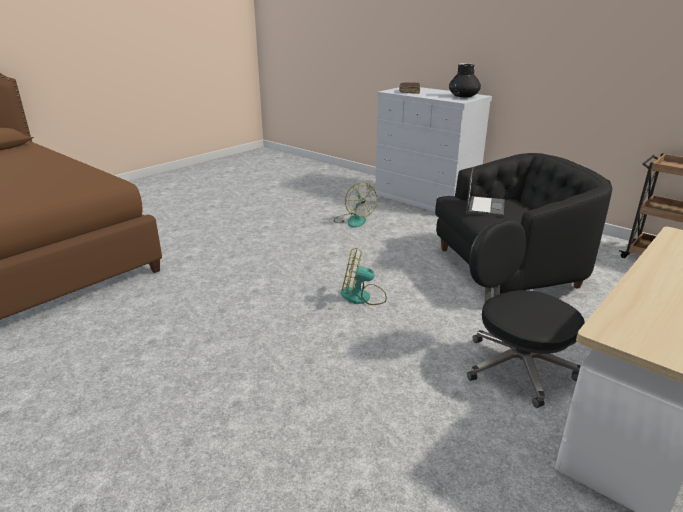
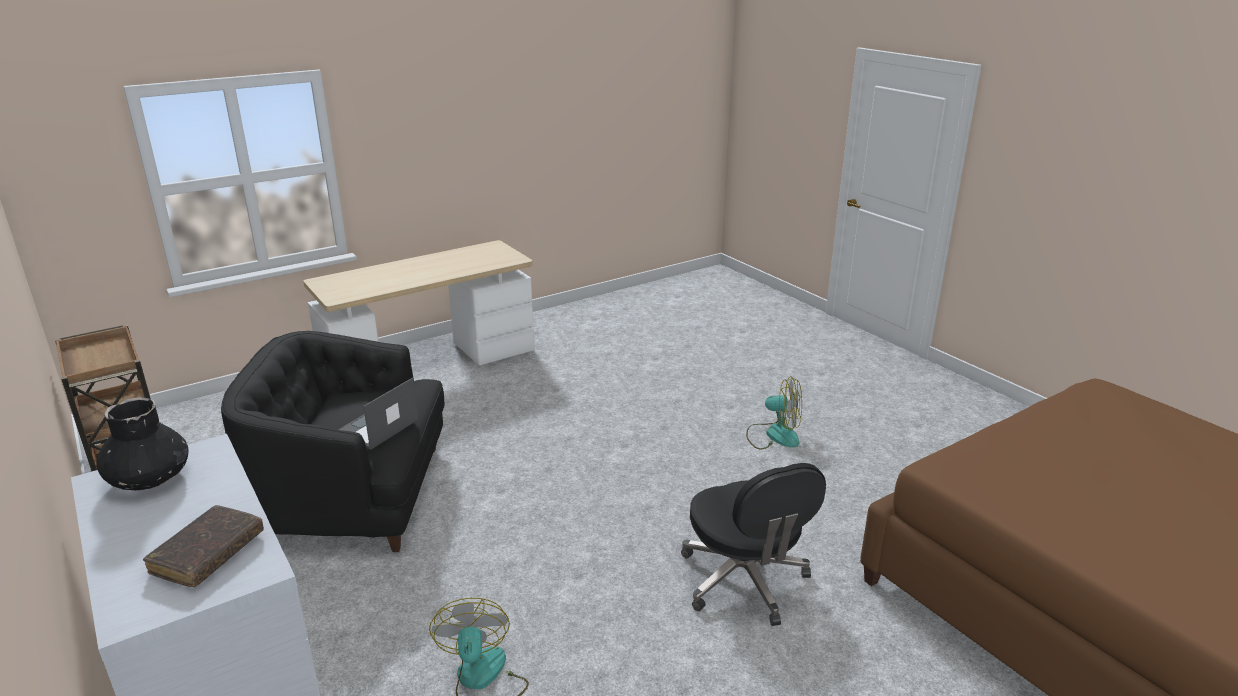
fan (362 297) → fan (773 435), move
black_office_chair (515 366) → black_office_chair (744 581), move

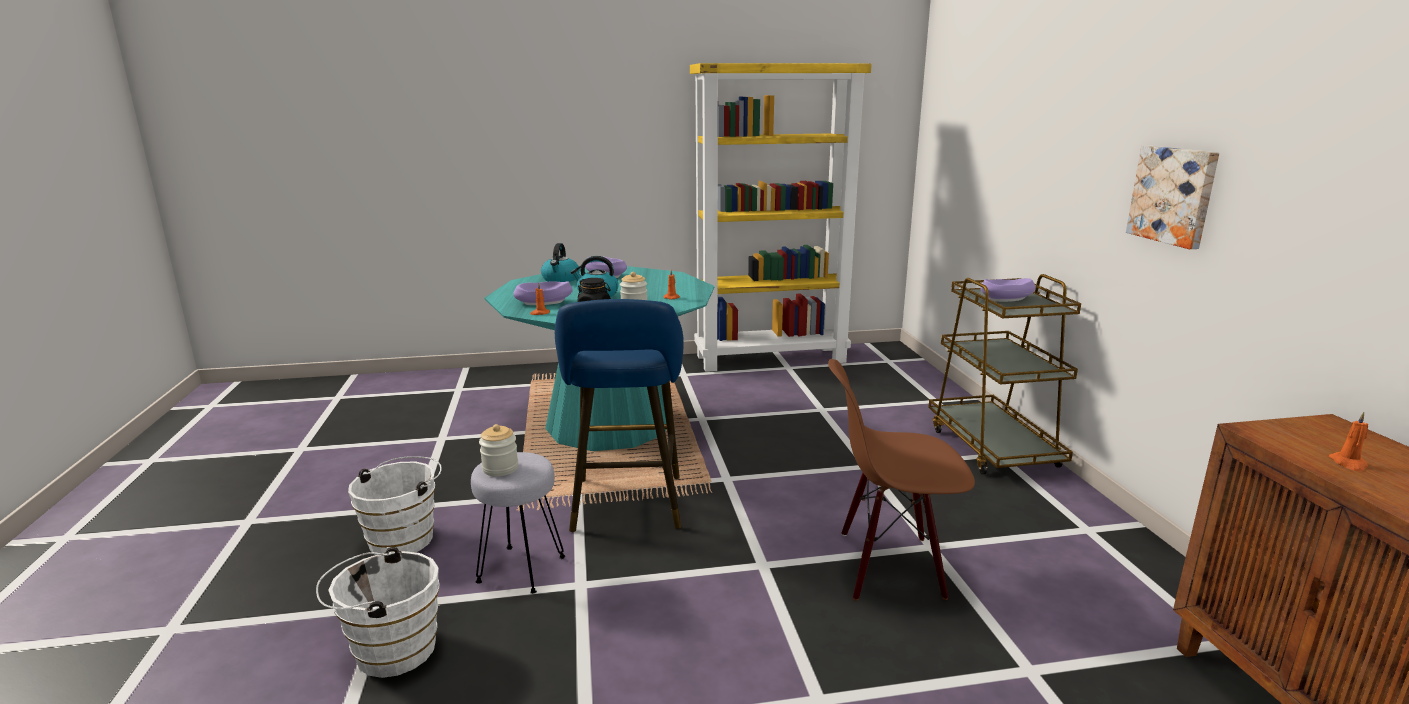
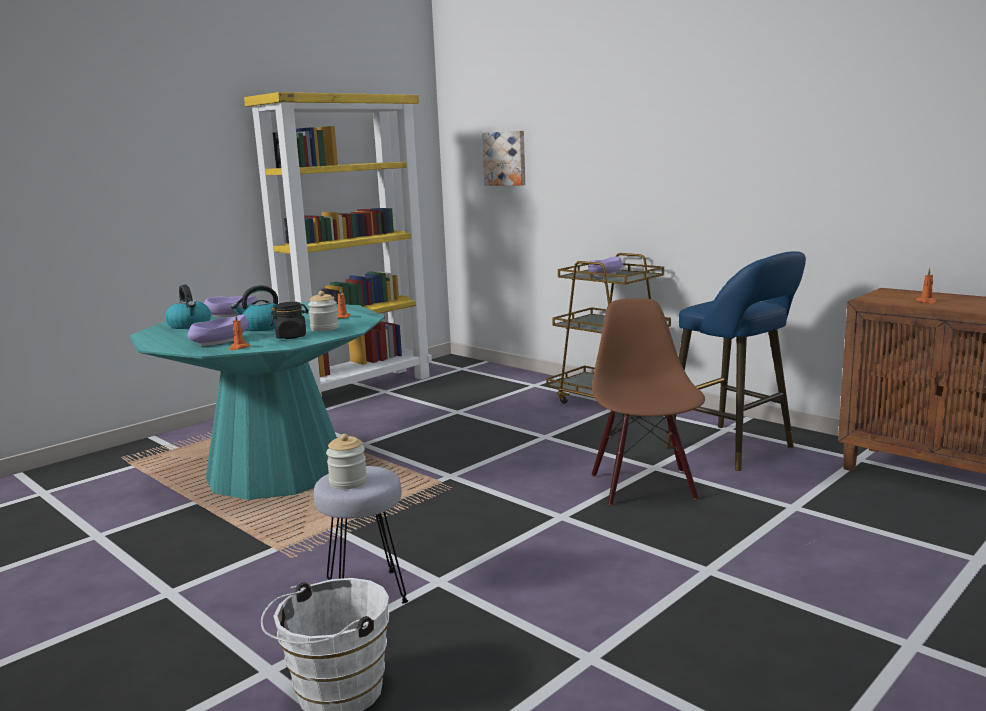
white_bucket (406 538) → -
blue_stool (627 507) → blue_stool (735 449), move
picture (1174 195) → picture (505 158), move
brown_chair (889 566) → brown_chair (644 486), 120 degrees clockwise

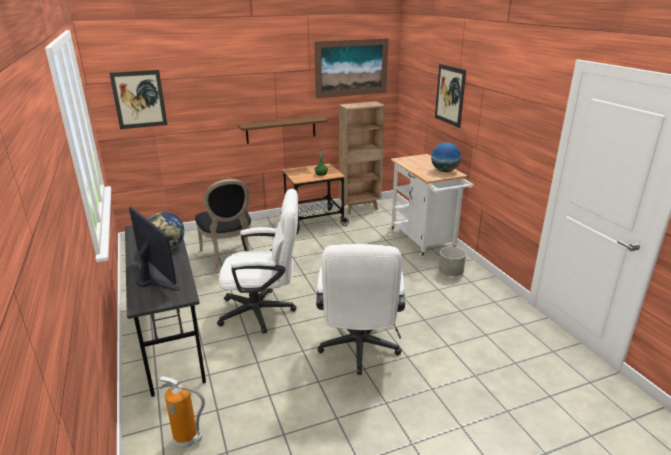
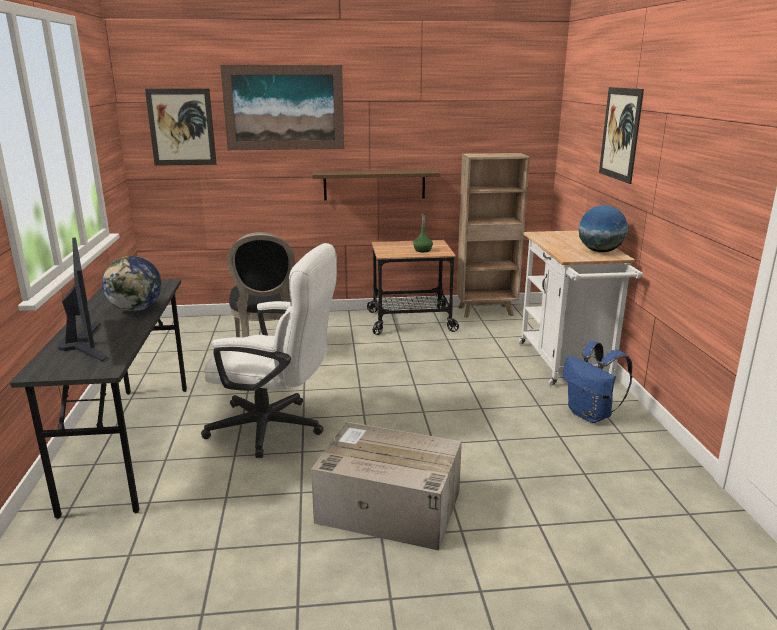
fire_extinguisher (187 440) → -
picture (351 68) → picture (284 108), move
white_office_chair (359 350) → cardboard_box (387 507)
grey_planter (450 273) → blue_backpack (591 415)

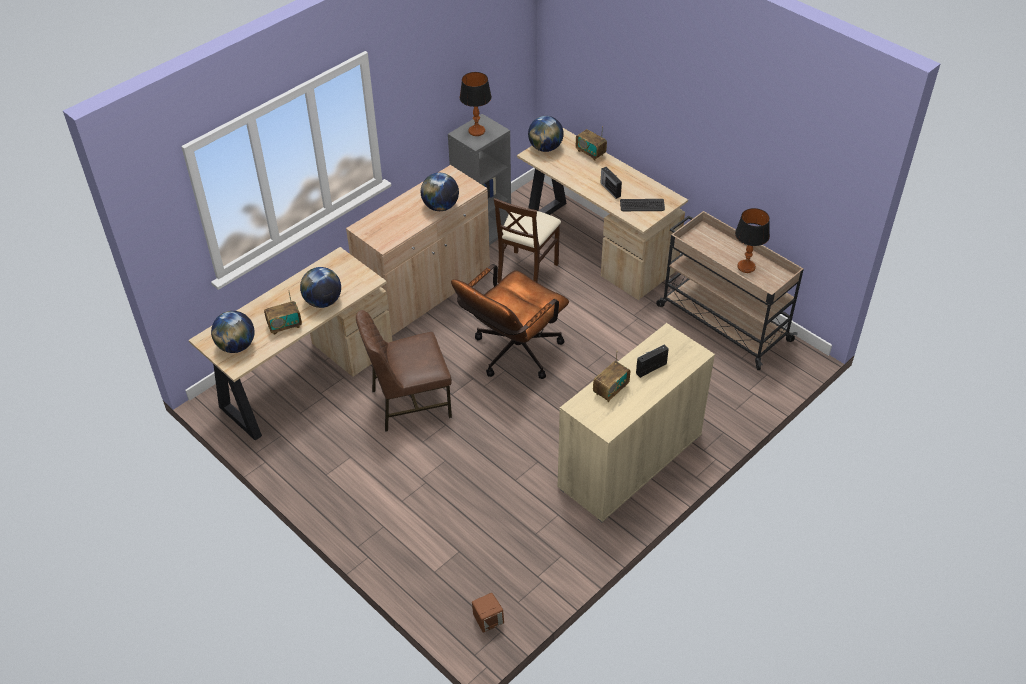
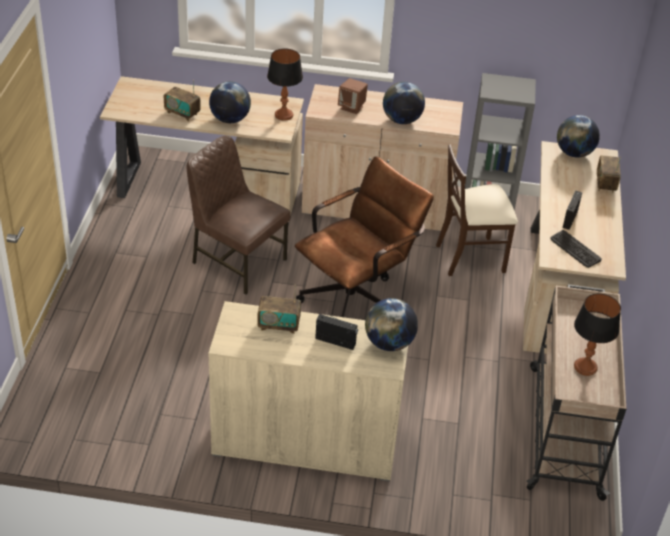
globe (236 346) → globe (389 343), move
table_lamp (477 131) → table_lamp (283 115), move
brown_speaker (488 621) → brown_speaker (352 107), move
brown_office_chair (512 355) → brown_office_chair (357 297), 135 degrees clockwise

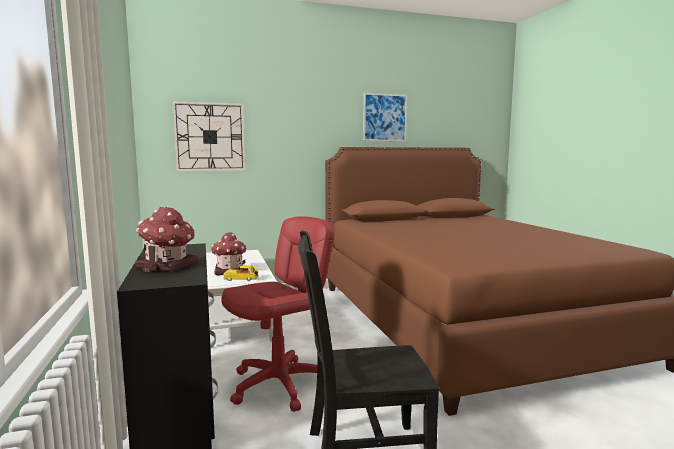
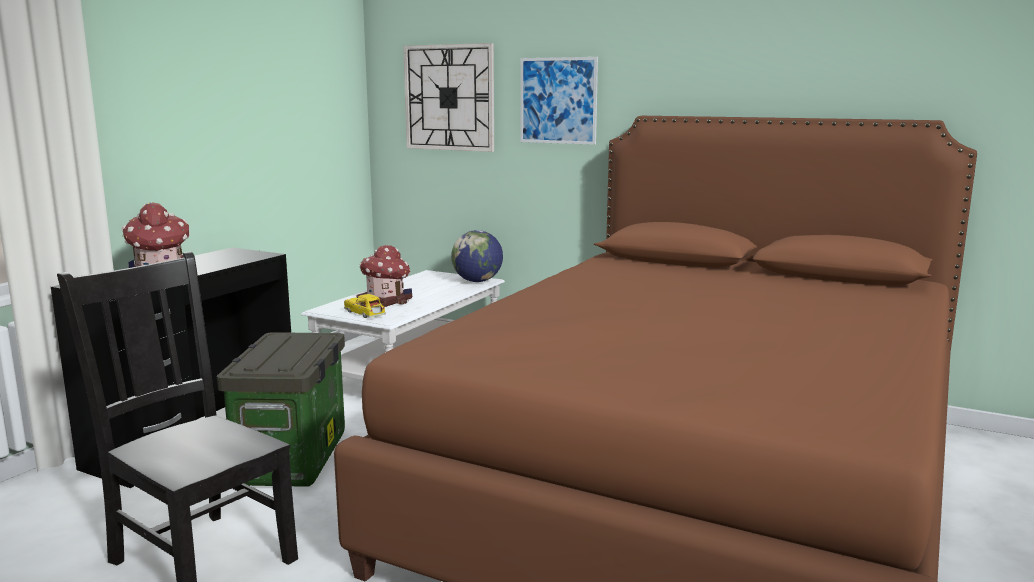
- → globe (477 281)
picture (385 117) → picture (558 100), move
red_office_chair (279 385) → storage_box (293 460)

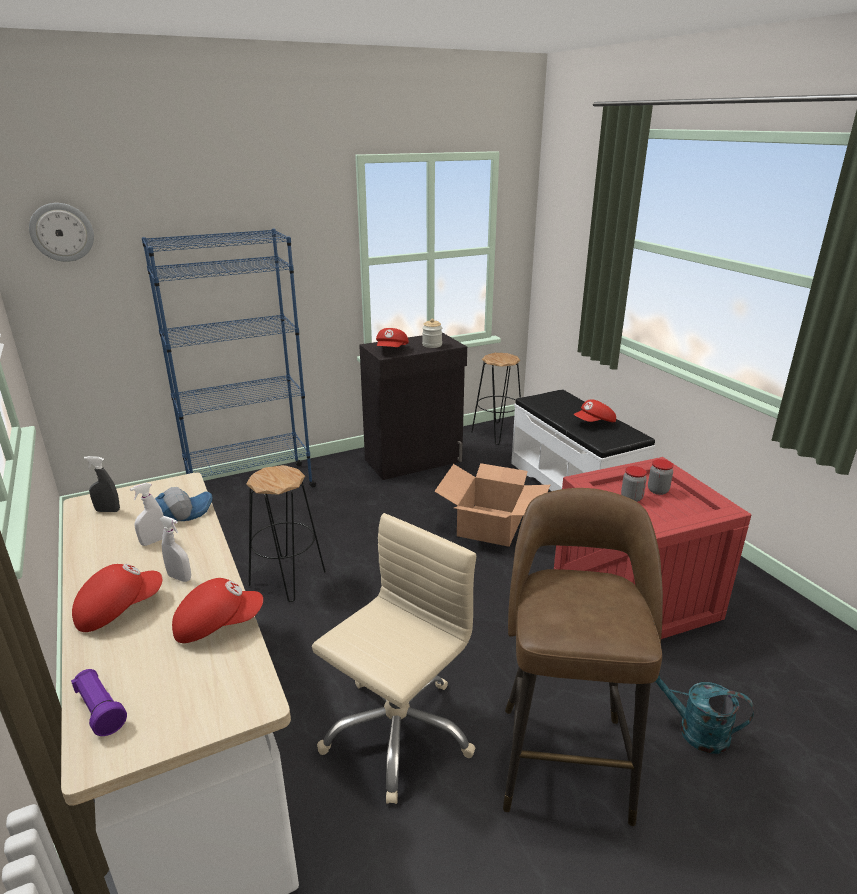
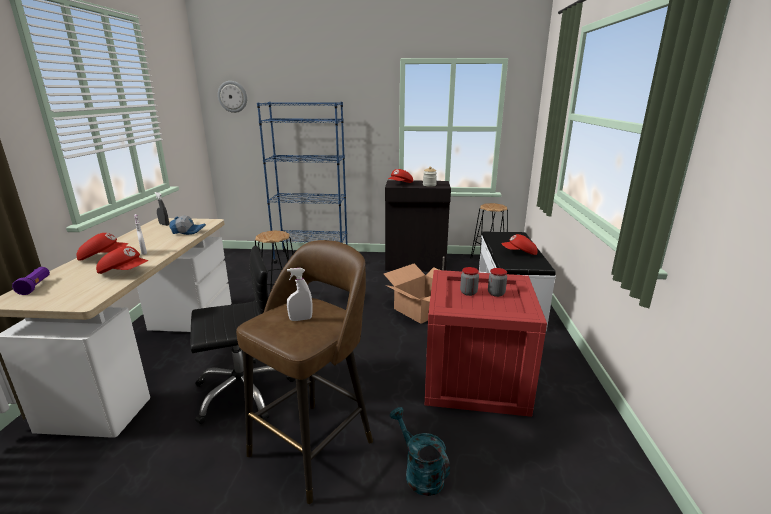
white_spray_bottle (153 541) → white_spray_bottle (300 319), move
beige_office_chair (397 731) → black_office_chair (243 391)

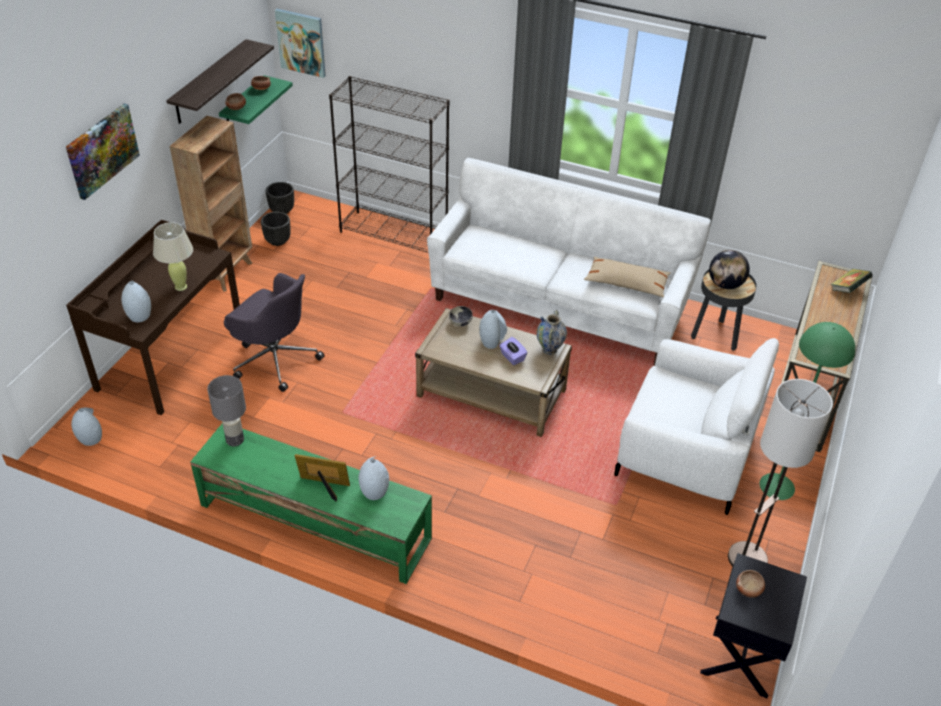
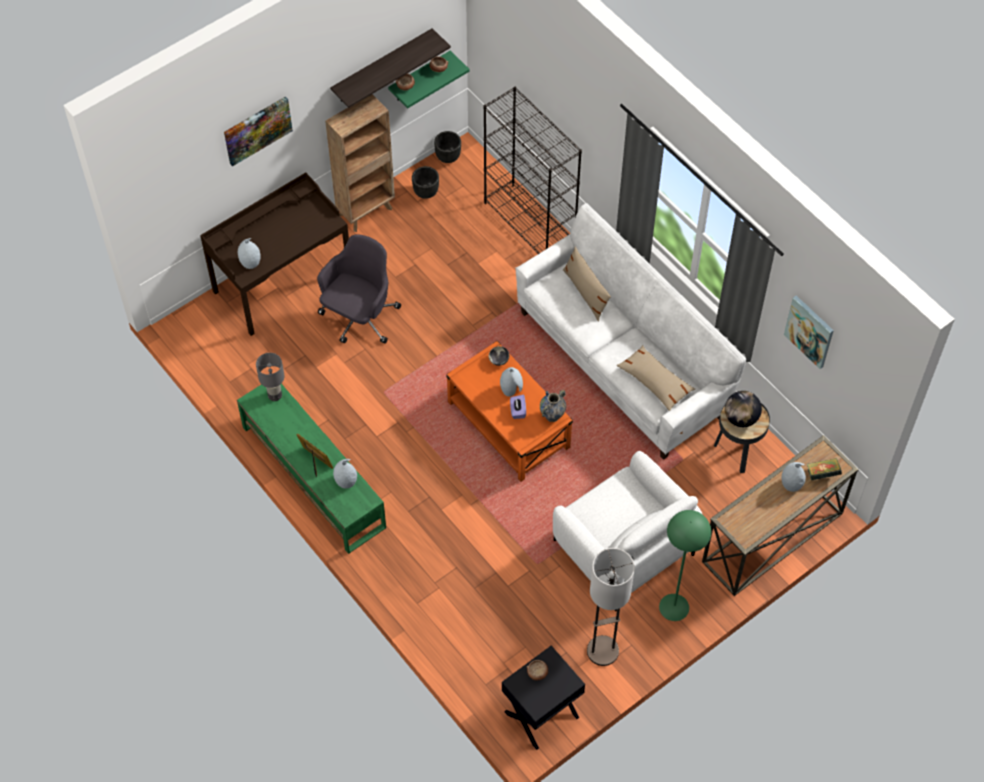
beige_table_lamp (181 287) → -
- → beige_pillow (586 293)
grey_vase (90 438) → grey_vase (791 483), move
picture (301 42) → picture (809 331), move
beige_coffee_table (491 393) → orange_coffee_table (508 425)
grey_office_chair (275 358) → grey_office_chair (359 318), 120 degrees counterclockwise

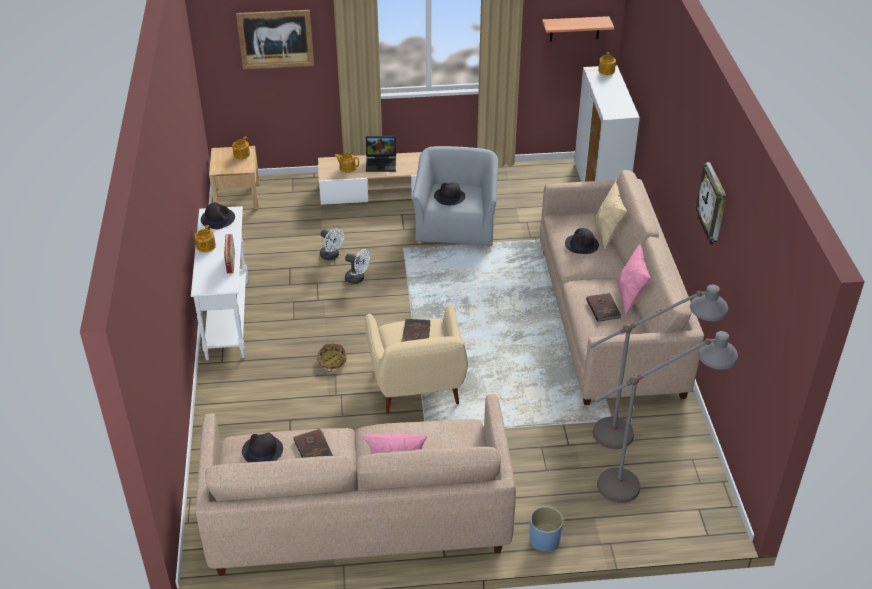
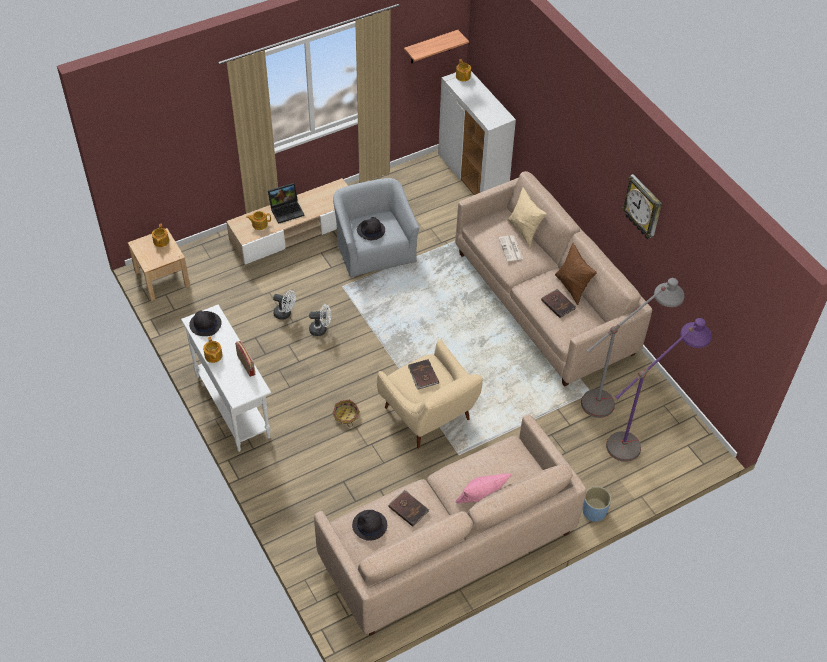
picture (275 39) → -
black_hat (582 245) → newspaper (511 249)
grey_floor_lamp (648 481) → purple_floor_lamp (642 435)
pink_pillow (630 298) → brown_pillow (572 288)

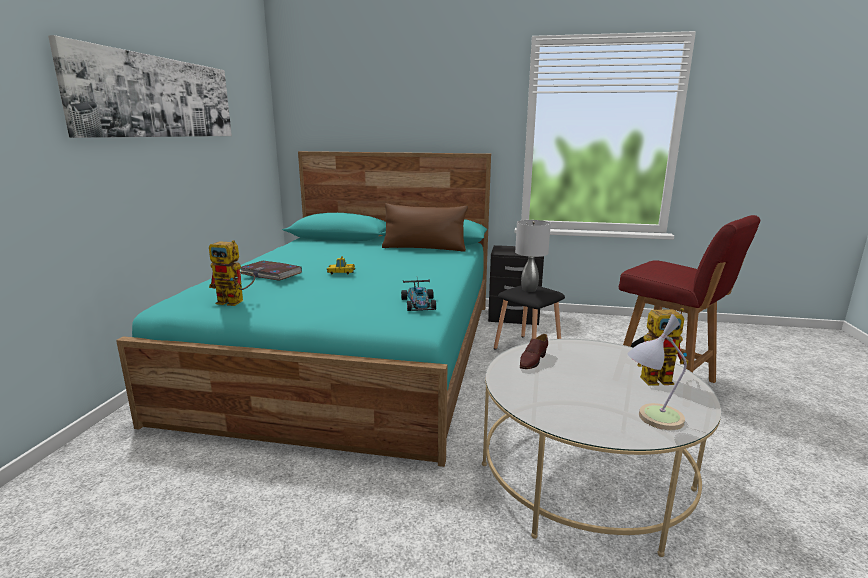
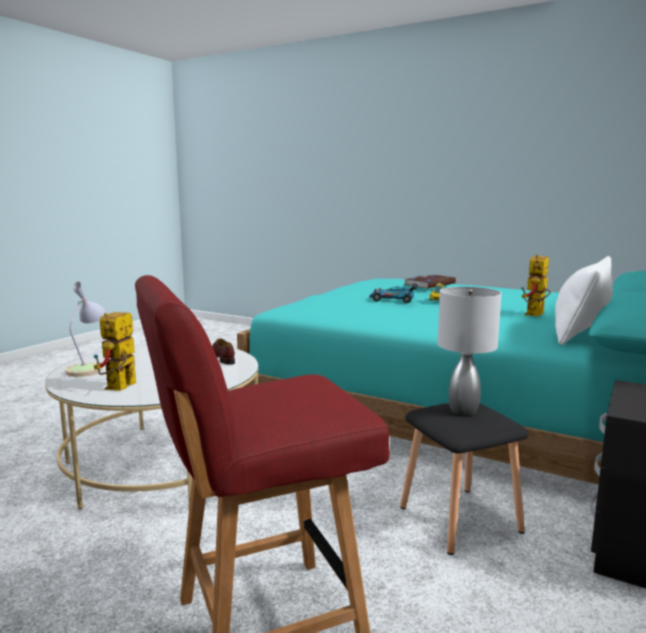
picture (158 97) → -
toy_robot (236 302) → toy_robot (535 315), move
toy_car (419 304) → toy_car (393 300), move
brown_pillow (424 248) → white_pillow (580 331)

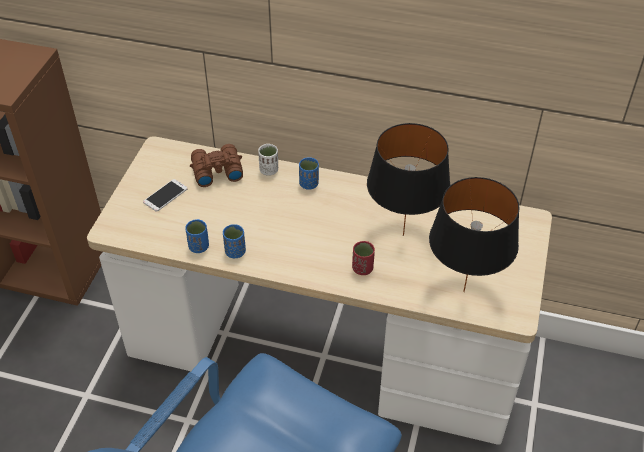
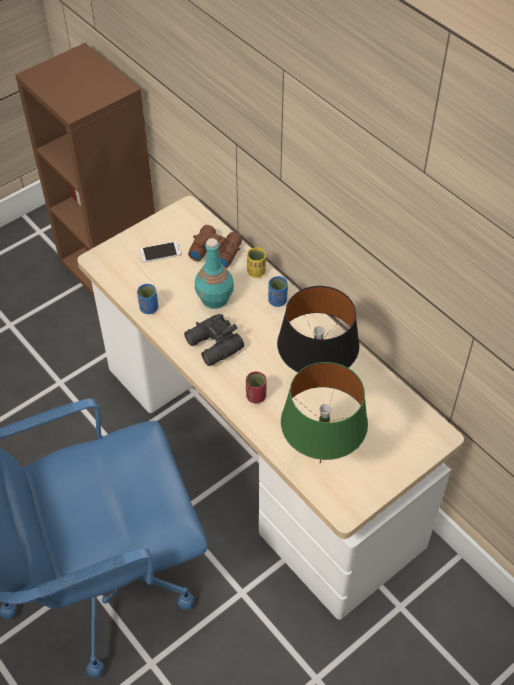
blue_cup (235 252) → -
- → black_binoculars (213 346)
- → turquoise_bottle (215 299)
white_cup (269 170) → yellow_cup (256 272)
black_table_lamp (464 292) → green_table_lamp (319 463)

